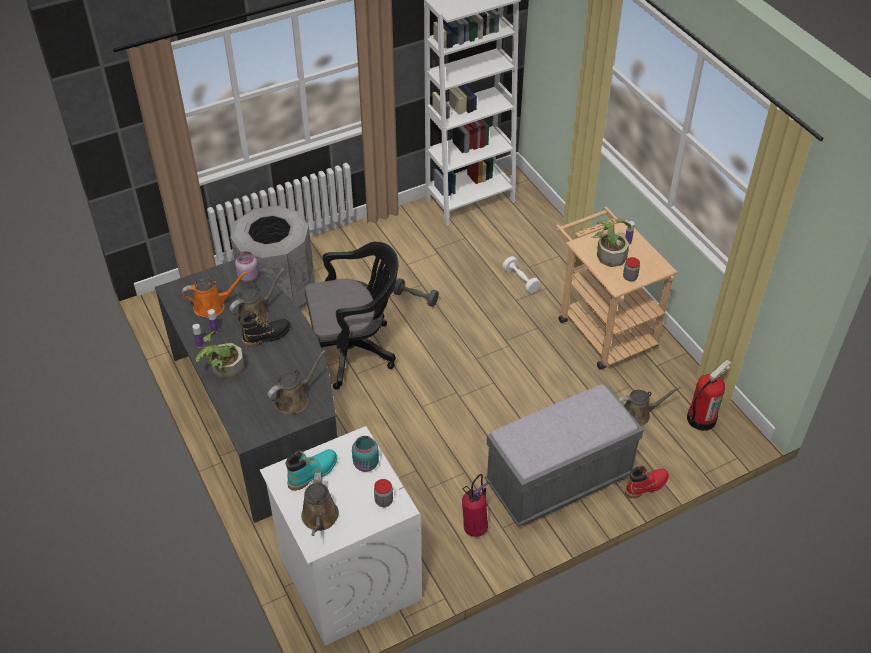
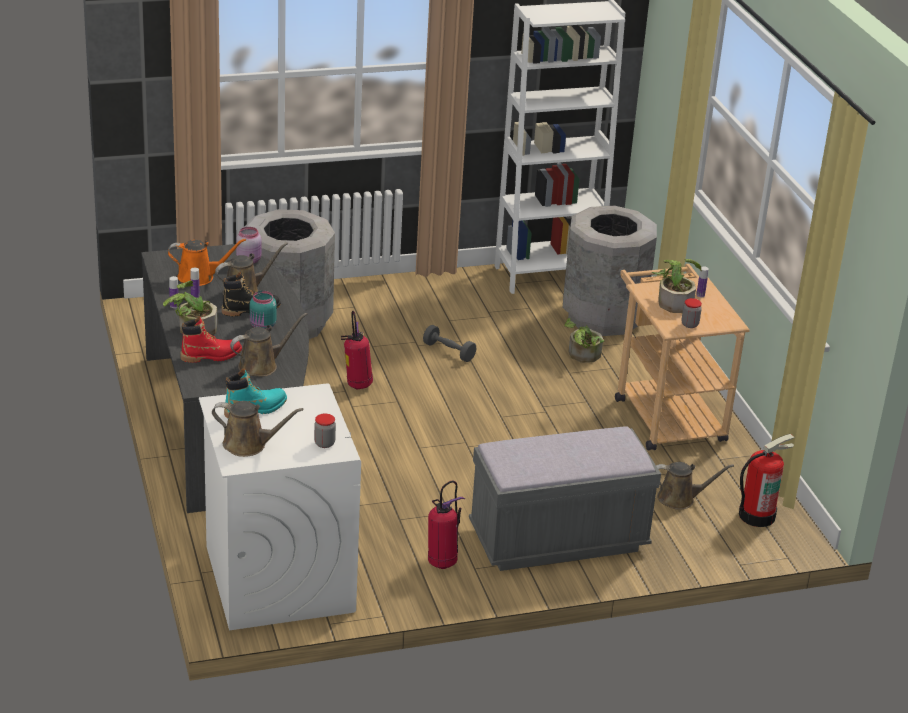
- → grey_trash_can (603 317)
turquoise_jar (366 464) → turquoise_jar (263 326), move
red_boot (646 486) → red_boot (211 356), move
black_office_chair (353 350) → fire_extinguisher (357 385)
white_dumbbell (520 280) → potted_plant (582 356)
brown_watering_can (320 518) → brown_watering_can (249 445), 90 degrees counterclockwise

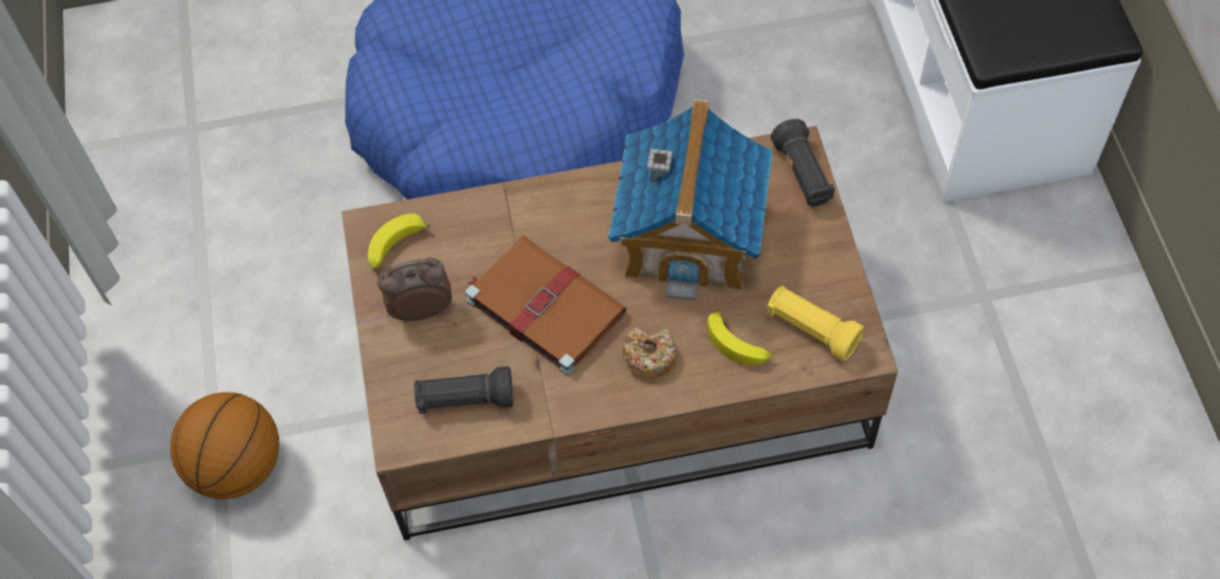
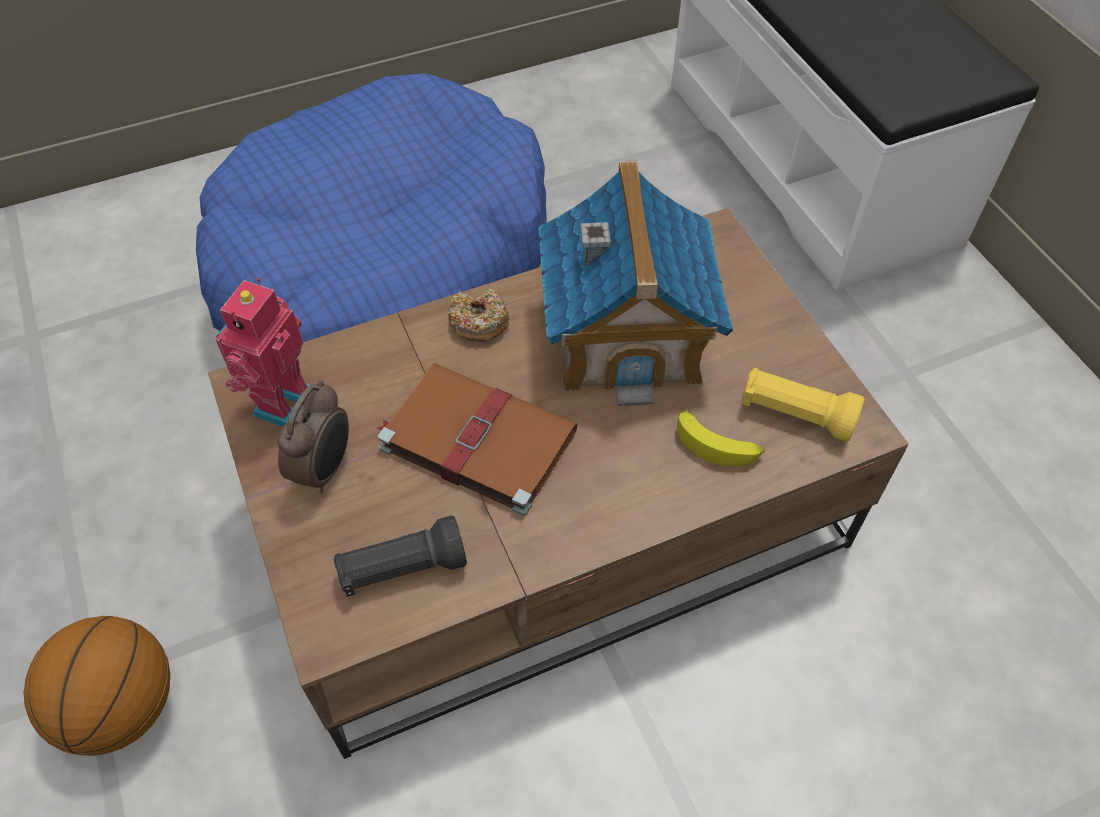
black_flashlight (802 175) → -
donut (649 356) → donut (479 322), move
banana (395 247) → toy_robot (281 402)
alarm_clock (421 310) → alarm_clock (325 469), 135 degrees clockwise

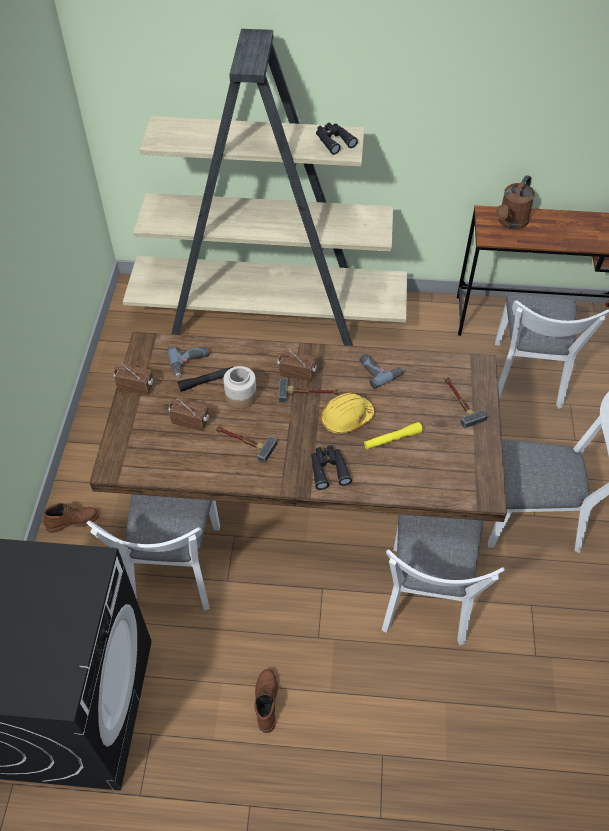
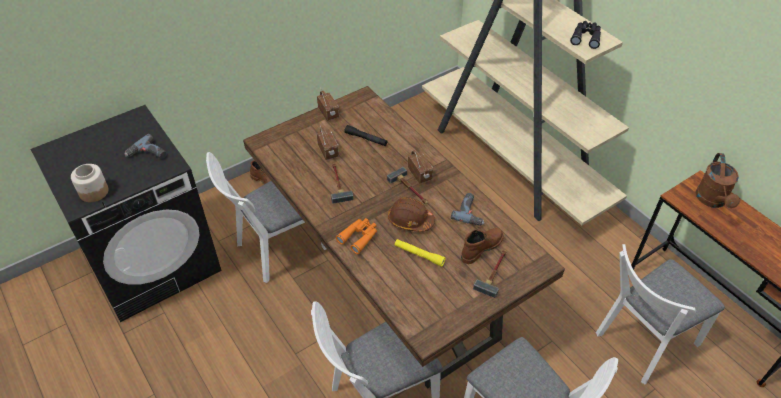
power_drill (190 363) → power_drill (147 154), move
jar (240 397) → jar (93 192), move
brown_boot (265 701) → brown_boot (481 247), move
black_binoculars (328 469) → orange_binoculars (359 237)
yellow_hard_hat (346 418) → brown_hard_hat (410 220)
brown_watering_can (510 223) → brown_watering_can (712 201), 75 degrees counterclockwise

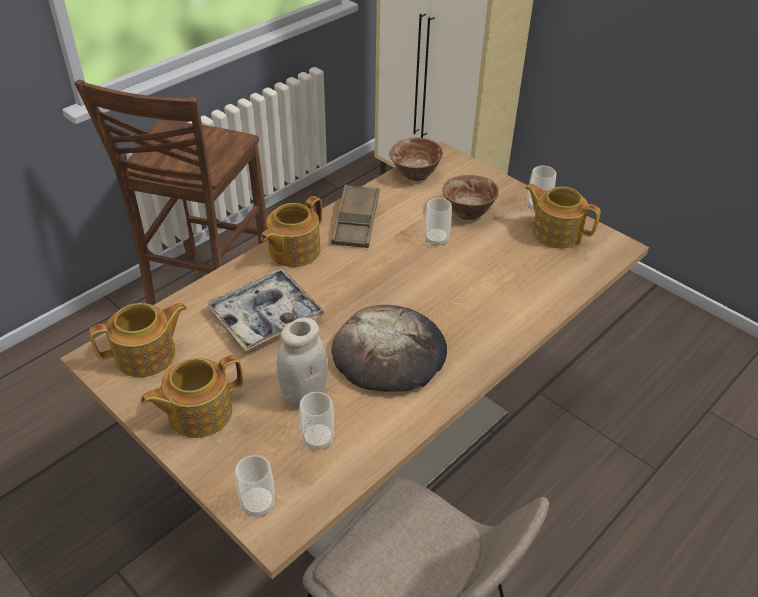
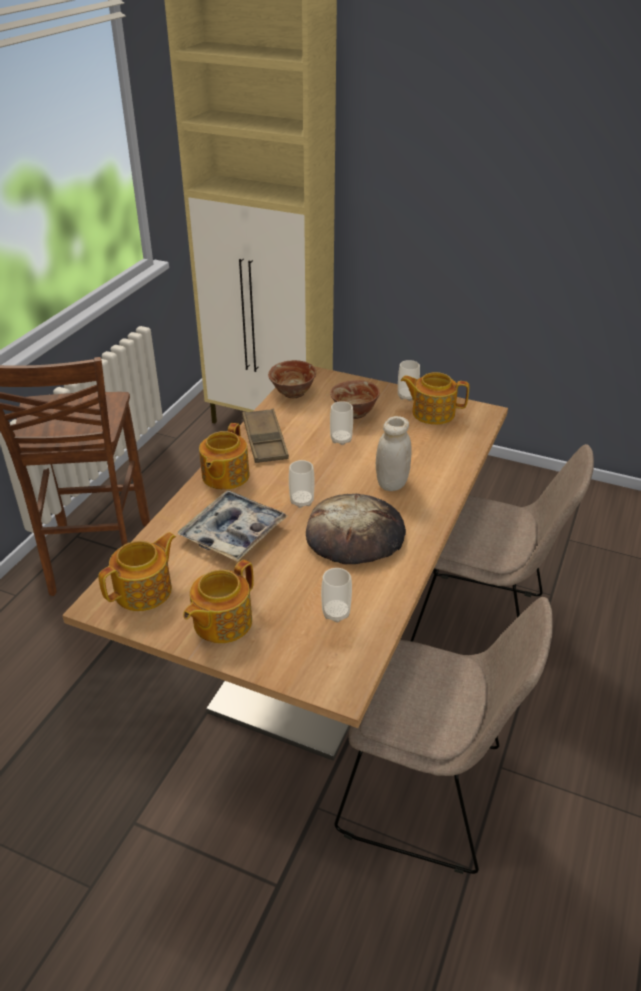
- → beige_chair (484 625)
cup (258 504) → cup (301 501), move
white_jar (304 394) → white_jar (391 483), move

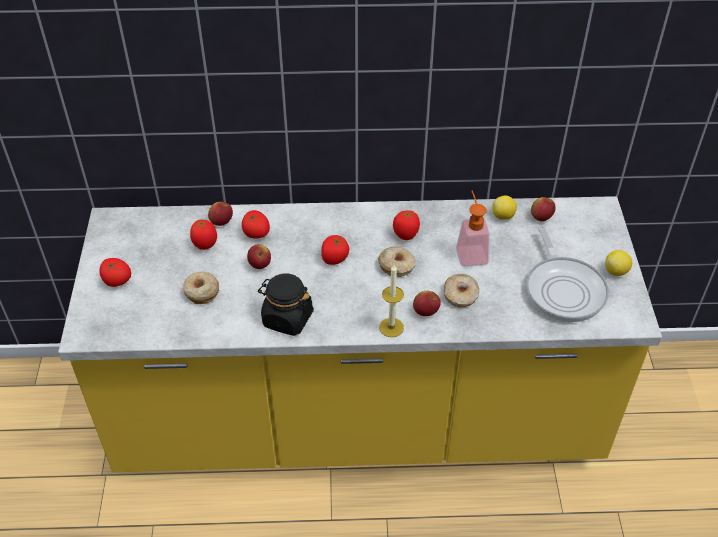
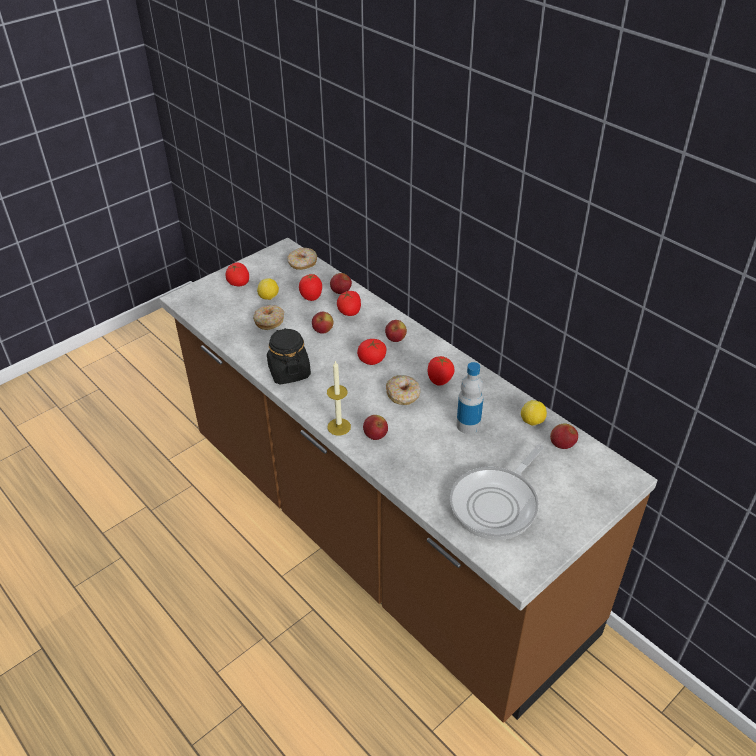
- → apple (395 339)
donut (460 295) → donut (302 263), move
lemon (616 271) → lemon (269 298), move
soap_dispenser (470 251) → bottle (468 425)
yellow_counter (359 419) → brown_counter (379 534)

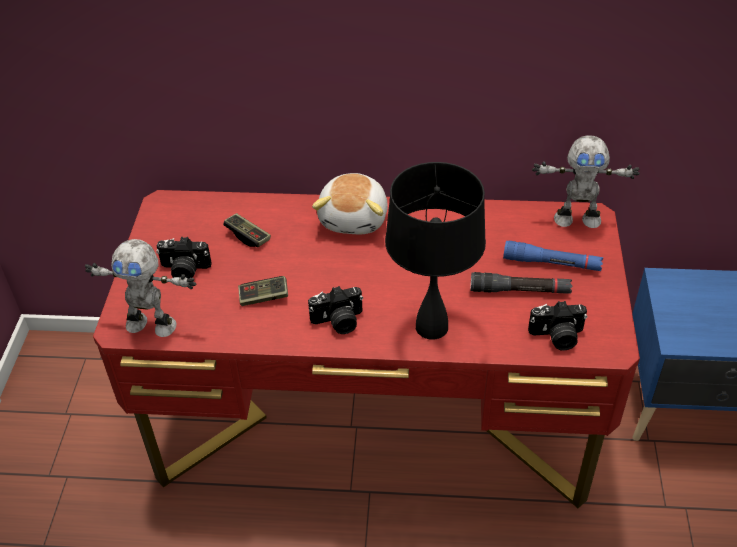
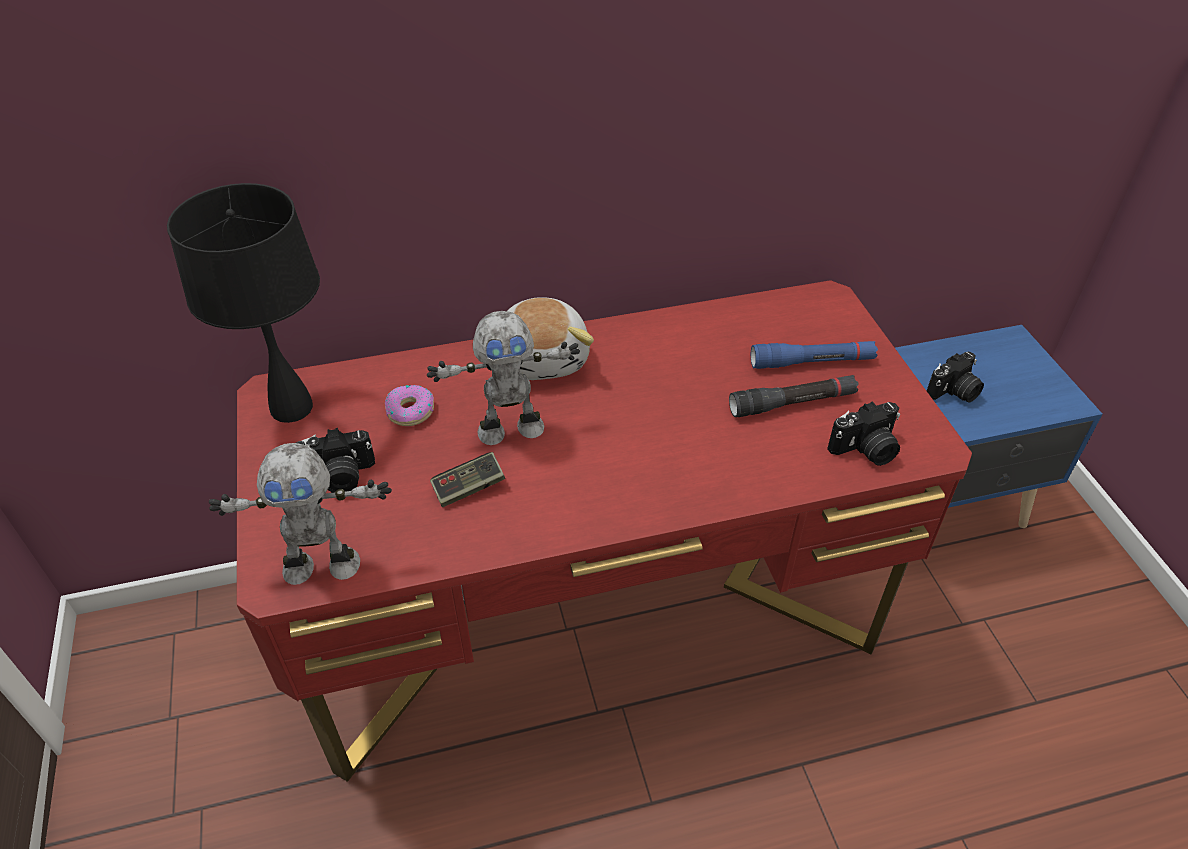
photo_camera (338 322) → photo_camera (954 392), move
black_table_lamp (431 327) → black_table_lamp (290 408), move
toy_robot (577 219) → toy_robot (510 428), move
game_controller (248 236) → donut (410 411)

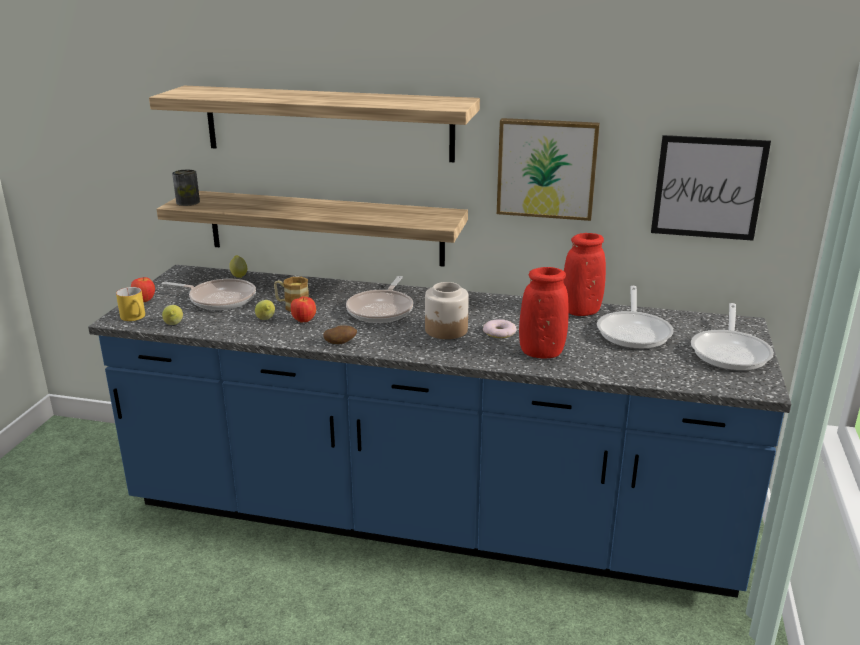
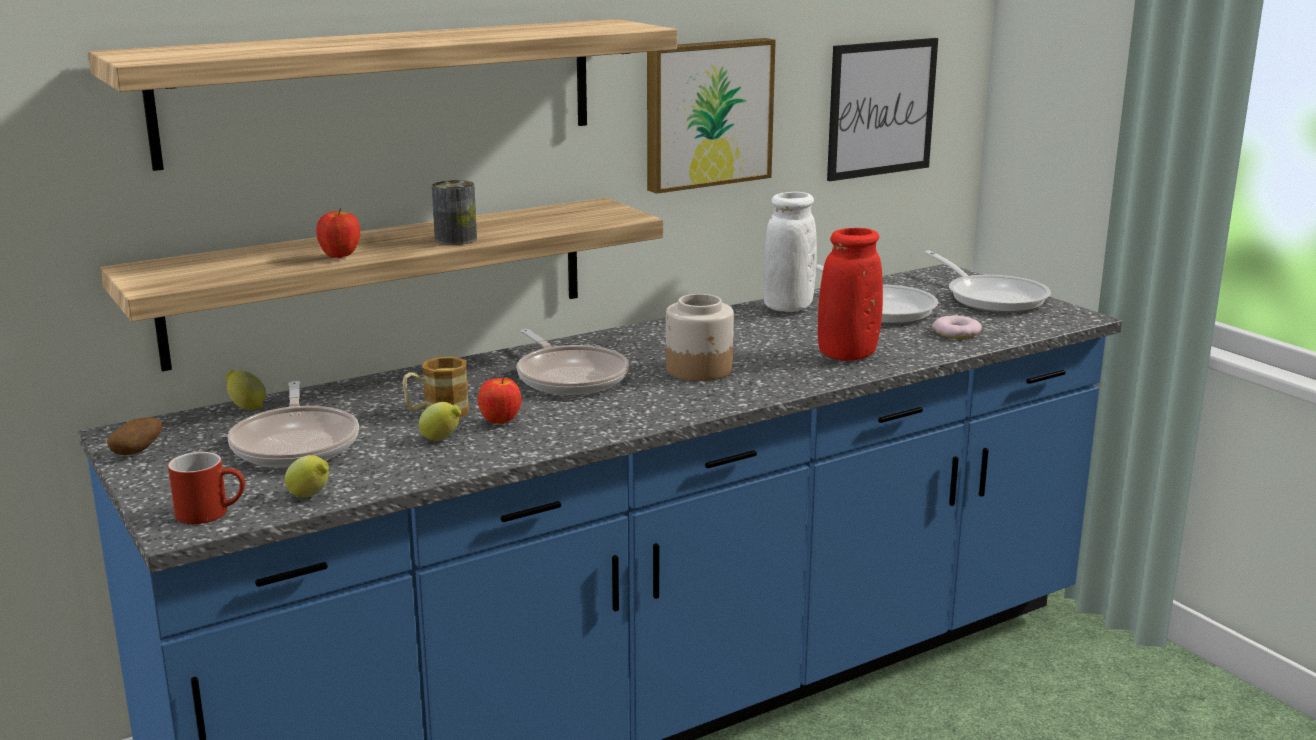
apple (144 301) → apple (339 256), move
can (188 202) → can (456 239), move
potato (340 343) → potato (137 452), move
donut (499 332) → donut (956 333), move
yellow_mug (136 317) → red_mug (212 512)
red_vase (580 311) → white_vase (788 307)
frying_pan (219 299) → frying_pan (296 443), 105 degrees clockwise

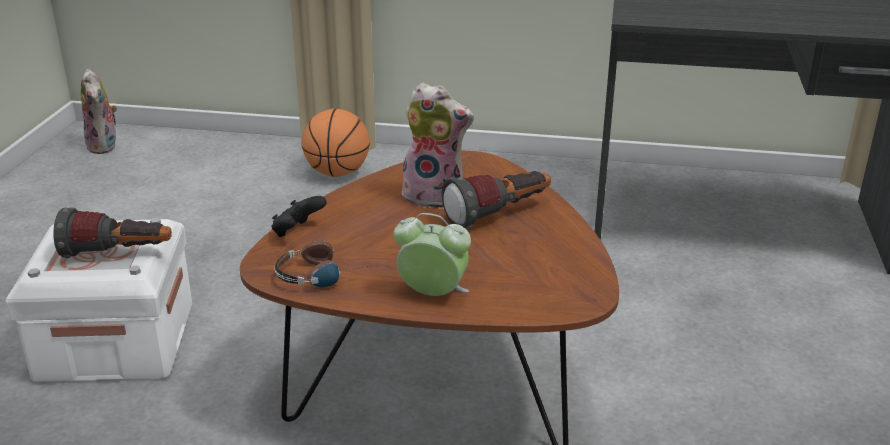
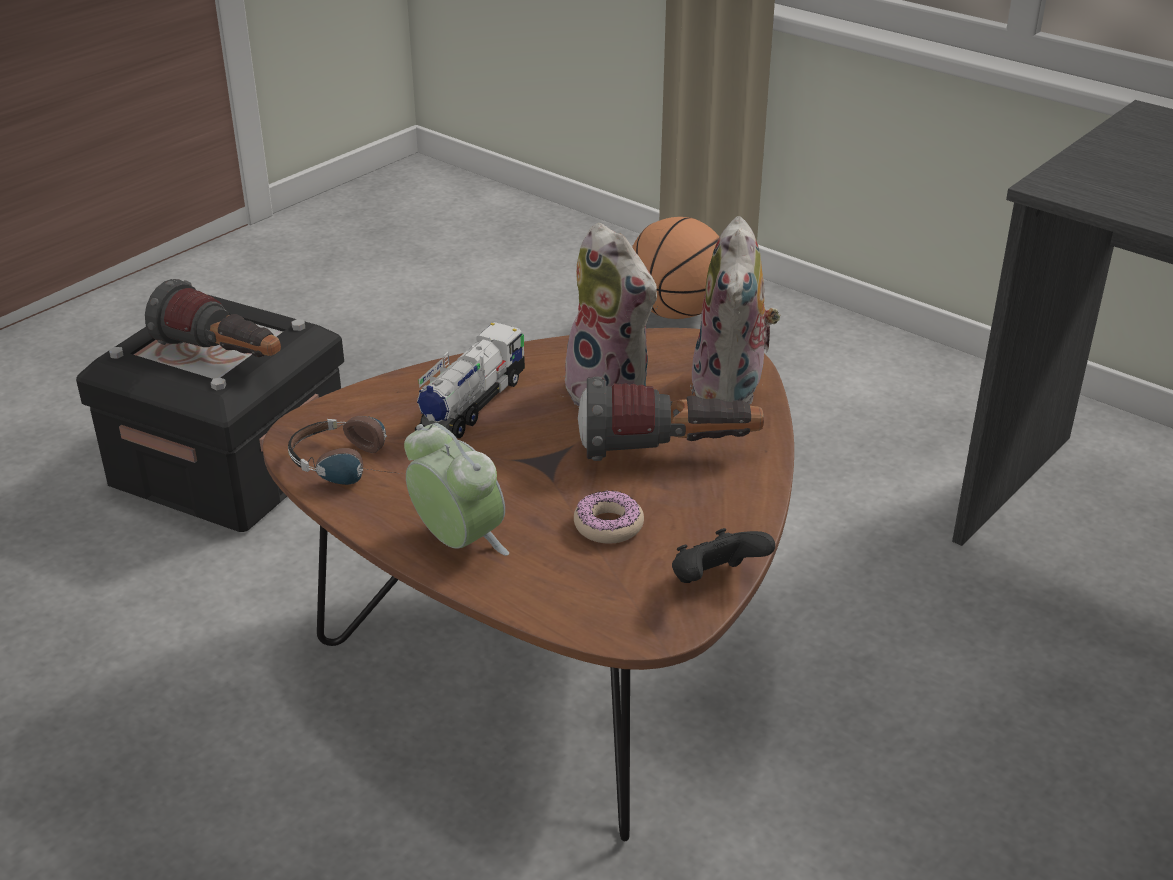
- → toy_truck (472 405)
- → donut (608 525)
plush_toy (105 146) → plush_toy (732 392), move
black_game_controller (297 232) → black_game_controller (715 581), move
white_storage_box (116 341) → black_storage_box (230 465)

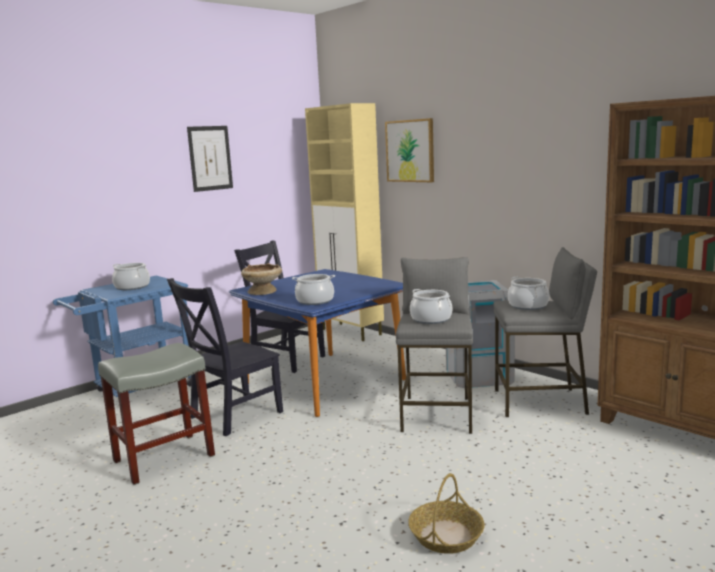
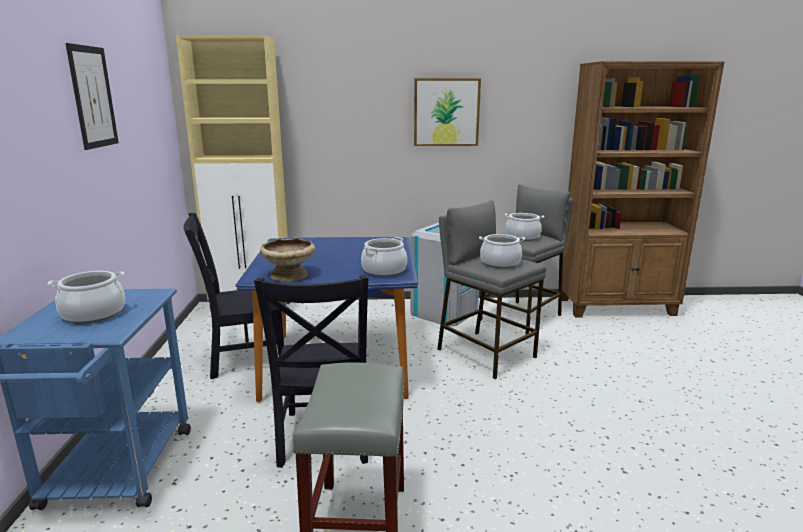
basket (446 536) → -
picture (410 151) → picture (446 112), move

